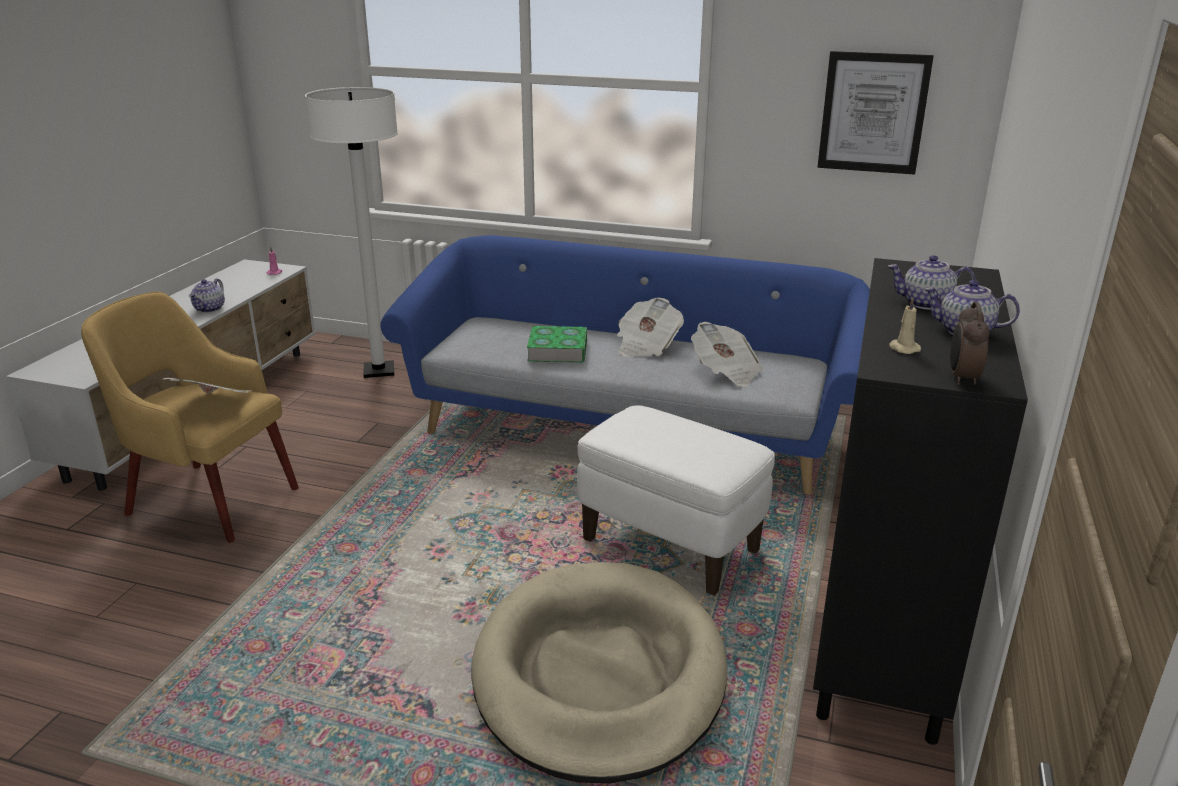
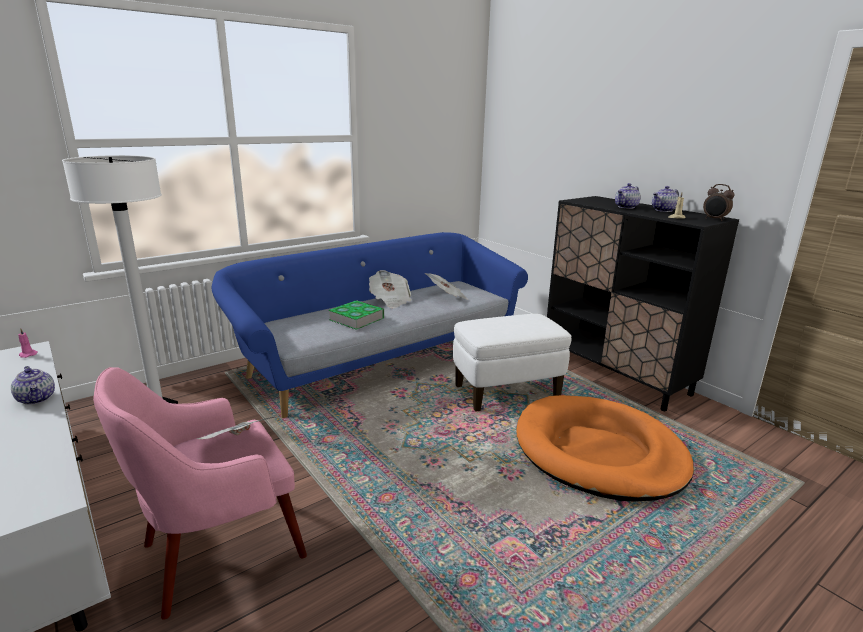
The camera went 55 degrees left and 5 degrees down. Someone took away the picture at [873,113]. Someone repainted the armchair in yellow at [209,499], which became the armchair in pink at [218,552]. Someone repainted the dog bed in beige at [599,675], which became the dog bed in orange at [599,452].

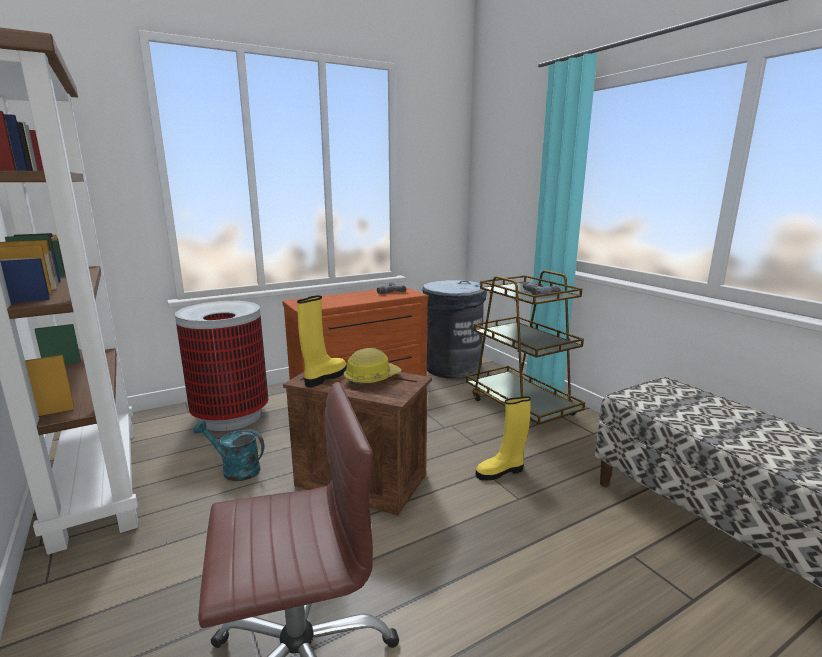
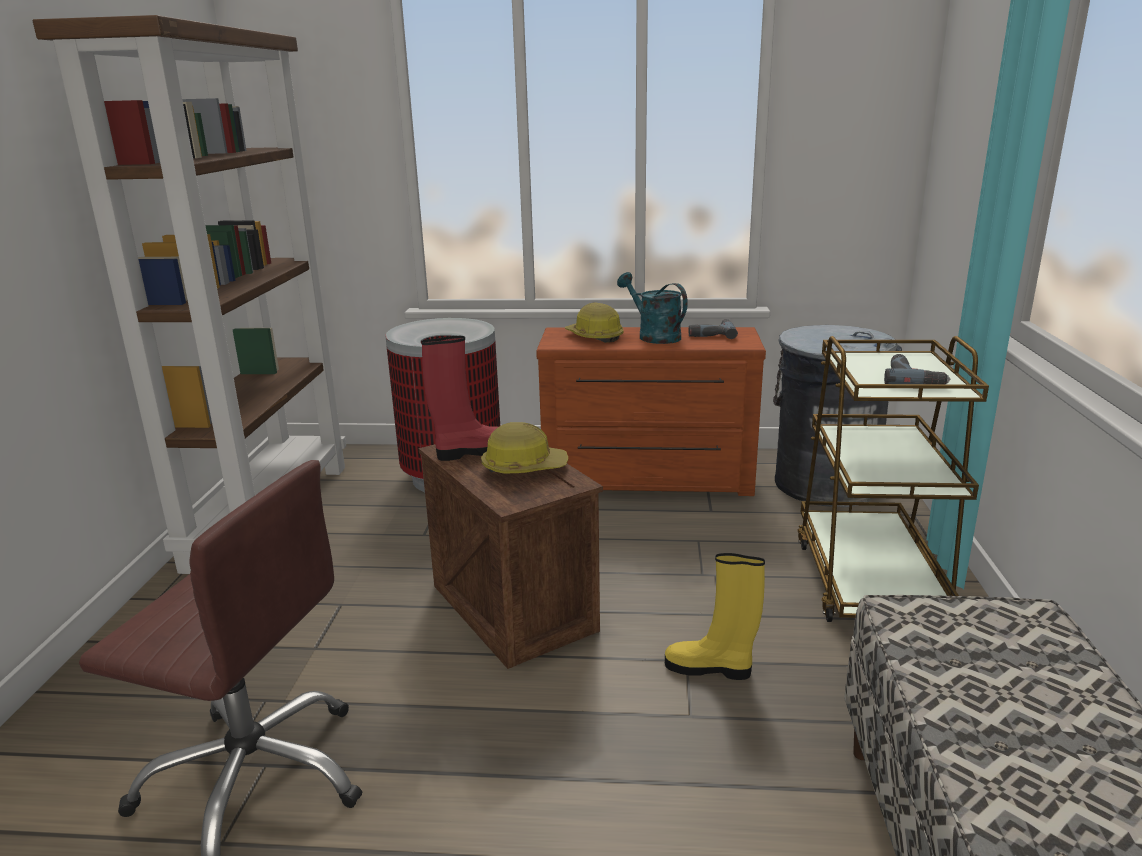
The camera went 35 degrees right and 5 degrees up. Someone put down the hard hat at [594,337]. Someone carried the watering can in turquoise from [235,470] to [653,336]. Someone repainted the boot in yellow at [324,377], which became the boot in red at [472,452].

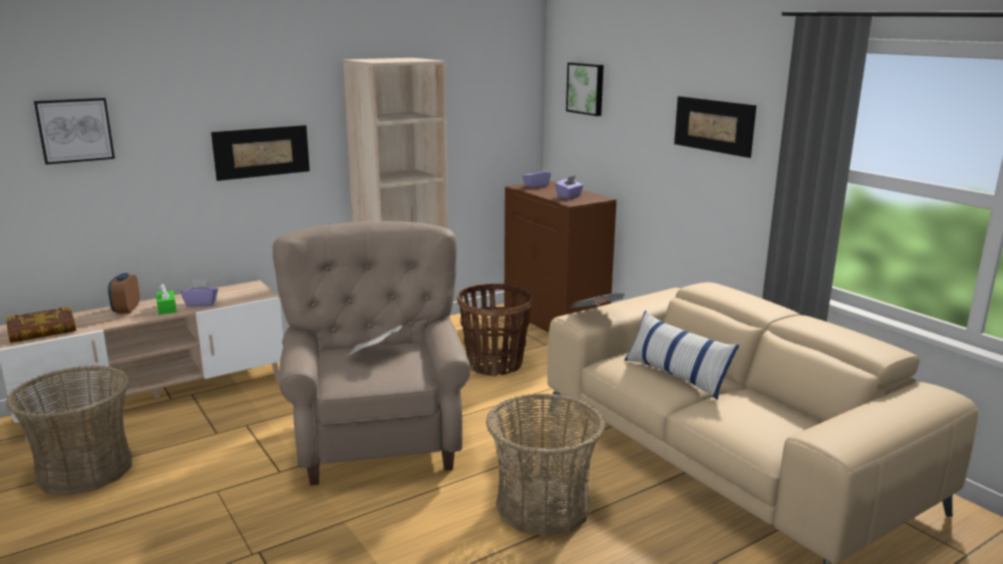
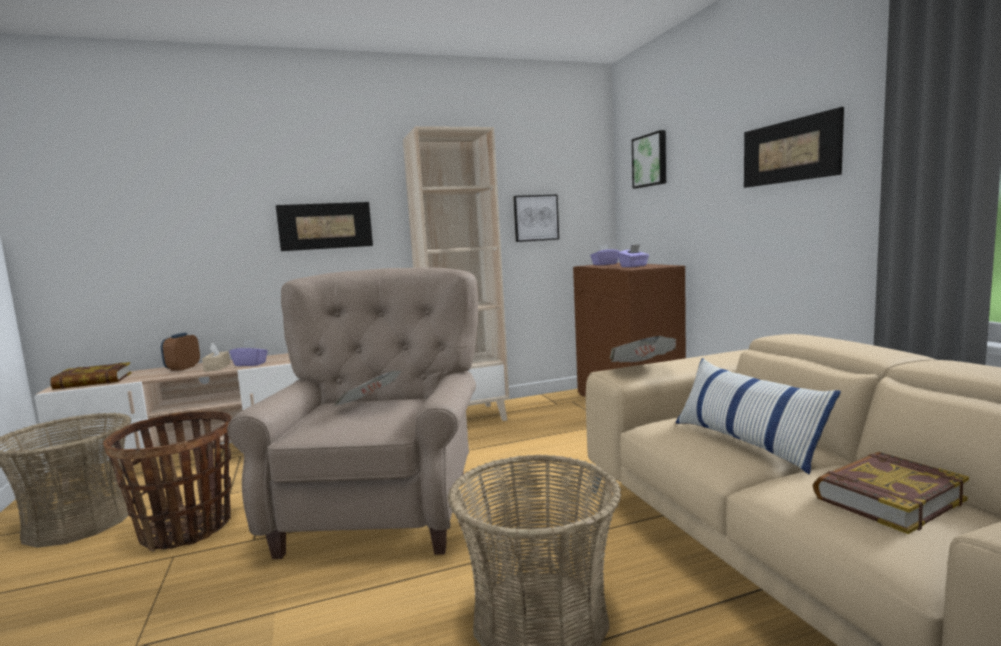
The camera went 15 degrees right and 10 degrees down. Someone put down the book at [887,498]. Someone carried the picture from [75,130] to [535,218]. Someone carried the basket from [495,364] to [186,529]. Someone repainted the tissue box in green at [167,308], which became the tissue box in beige at [217,367].

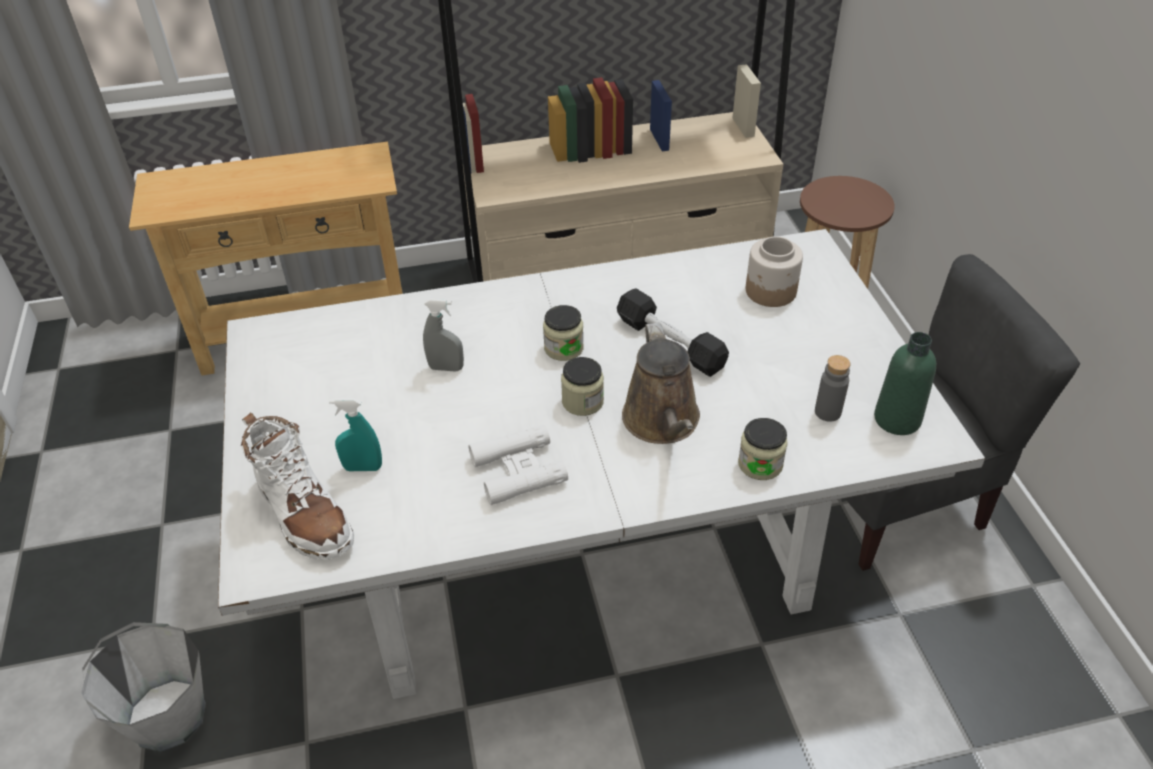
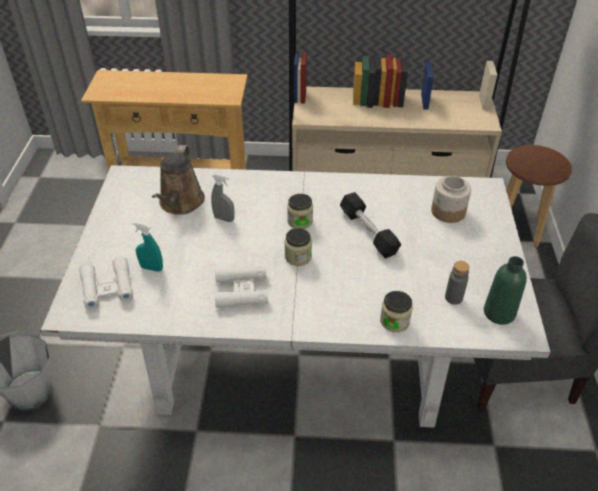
The camera went 15 degrees right and 0 degrees up. Someone carried the watering can in brown from [663,422] to [180,203]. Someone swapped the boot in white at [304,514] for the binoculars in white at [107,288].

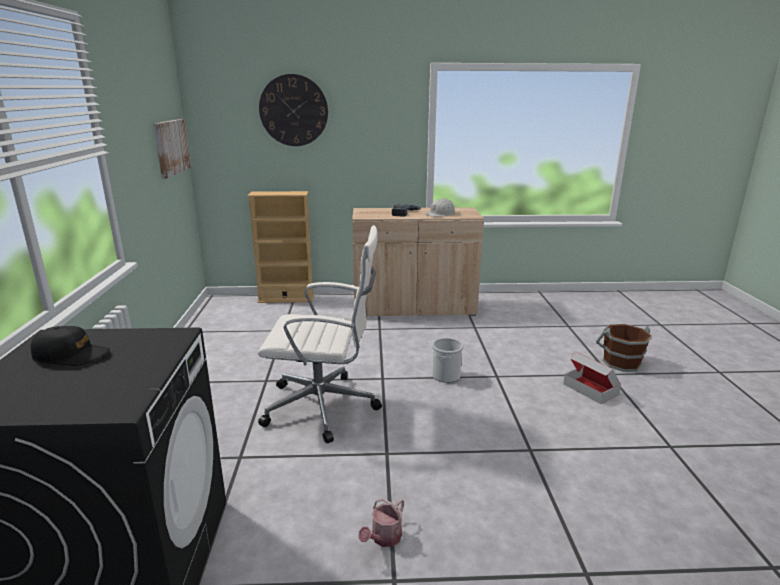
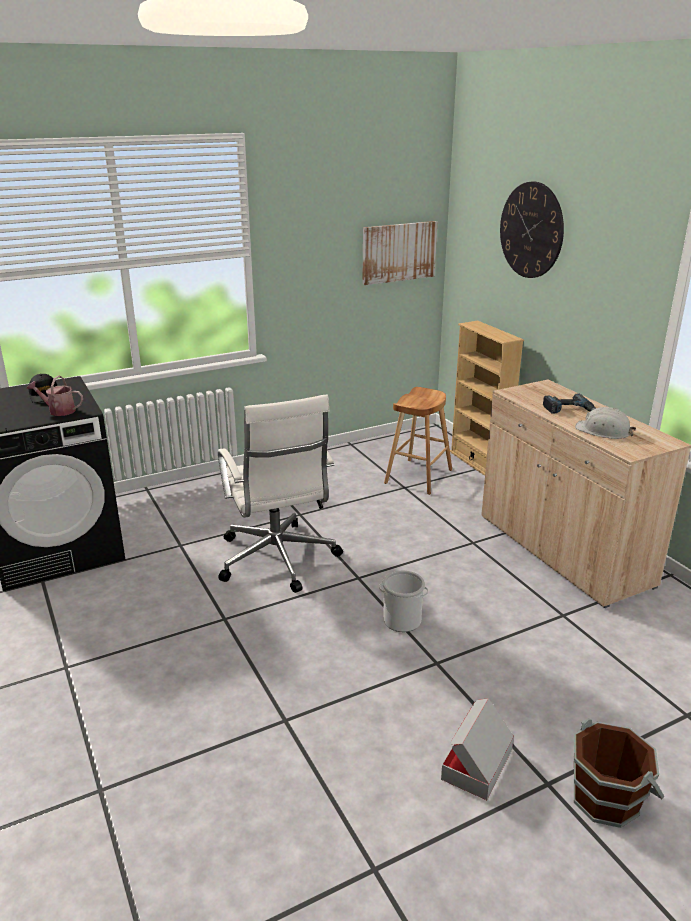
The camera went 65 degrees right and 5 degrees up. Someone put down the stool in brown at [418,476]. Someone carried the watering can from [384,538] to [58,411].

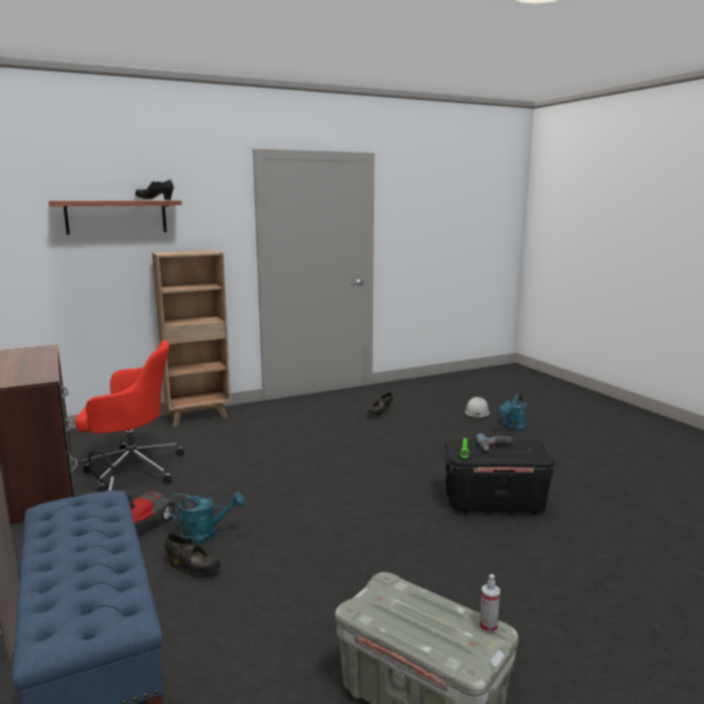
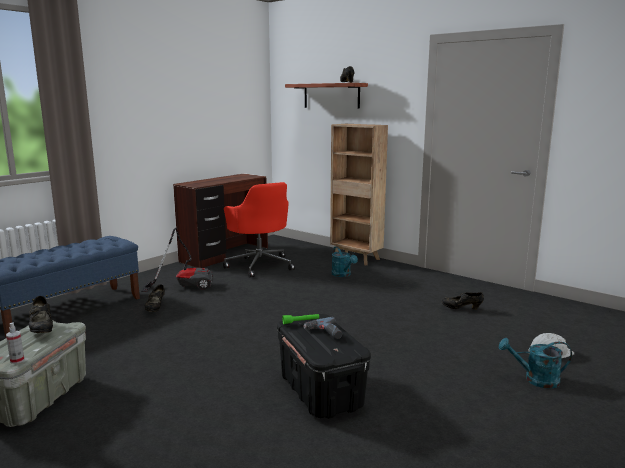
The camera went 65 degrees right and 0 degrees up. Someone put down the shoe in black at [42,329]. Someone carried the watering can in turquoise from [205,534] to [343,275].

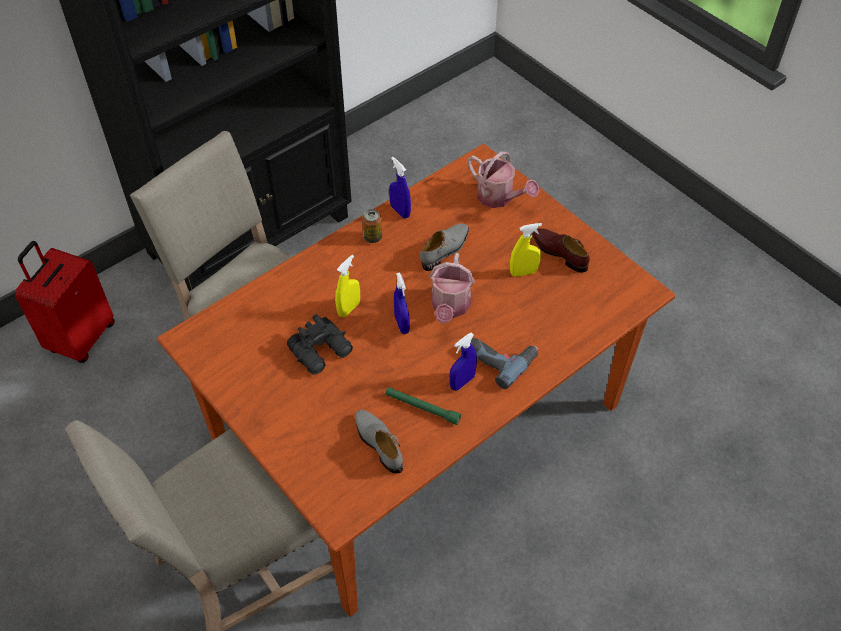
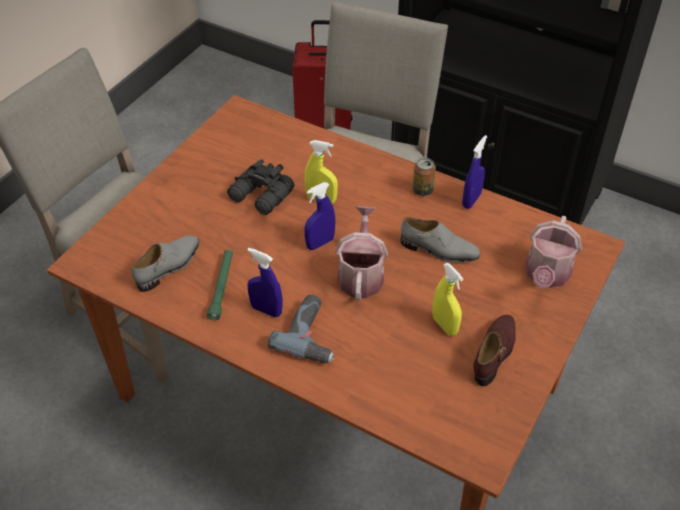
The camera went 70 degrees right and 5 degrees down. Someone rotated the watering can at [450,307] by 105 degrees clockwise.

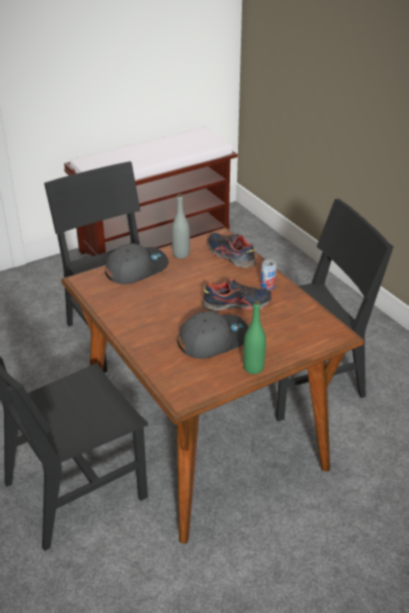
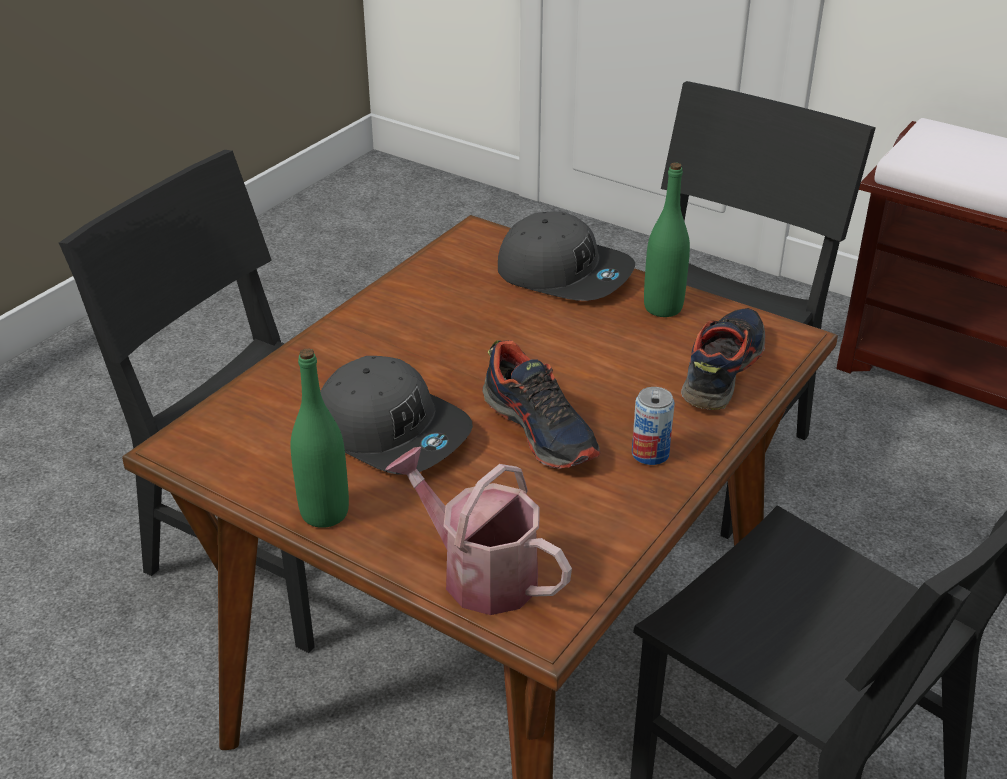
The camera went 65 degrees right and 0 degrees up. Someone put down the watering can at [479,572]. Someone repainted the bottle in grey at [181,254], which became the bottle in green at [663,308].

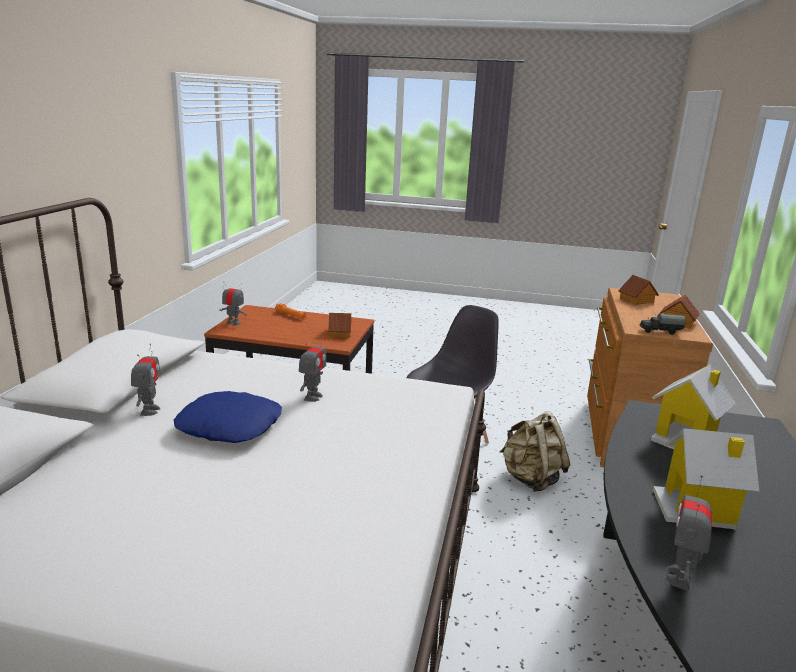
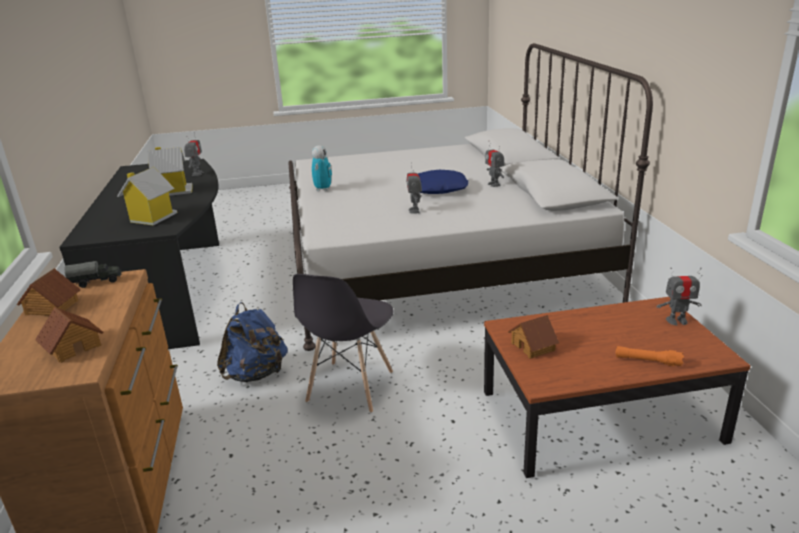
The camera went 160 degrees right and 5 degrees up. Someone put down the toy robot at [323,189]. Someone repainted the backpack in beige at [531,479], which became the backpack in blue at [256,374].

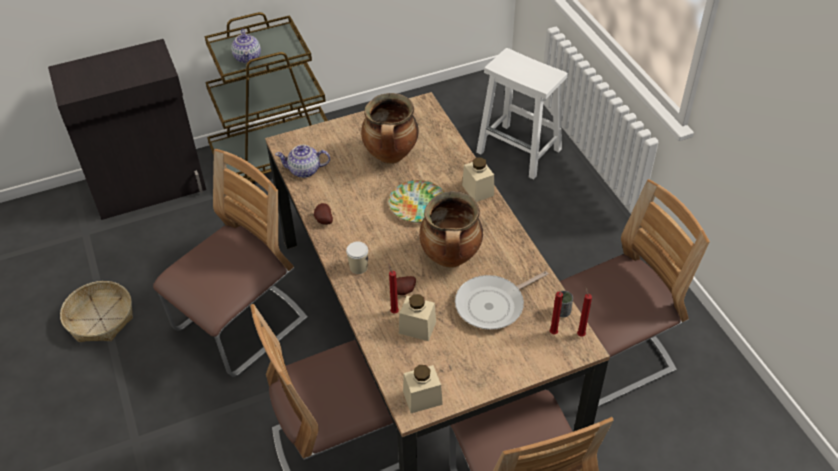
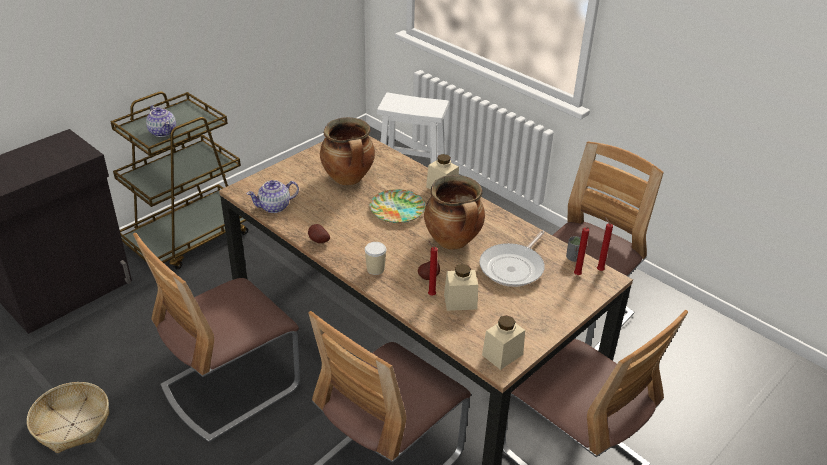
The camera went 25 degrees left and 10 degrees down. Someone rotated the chair at [241,326] by 150 degrees counterclockwise.

